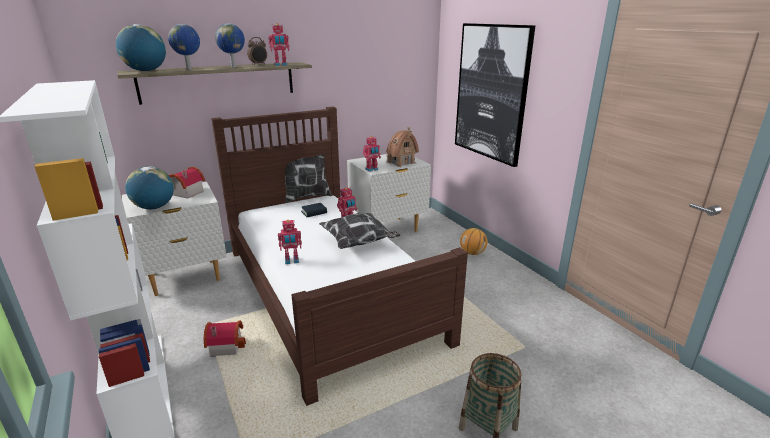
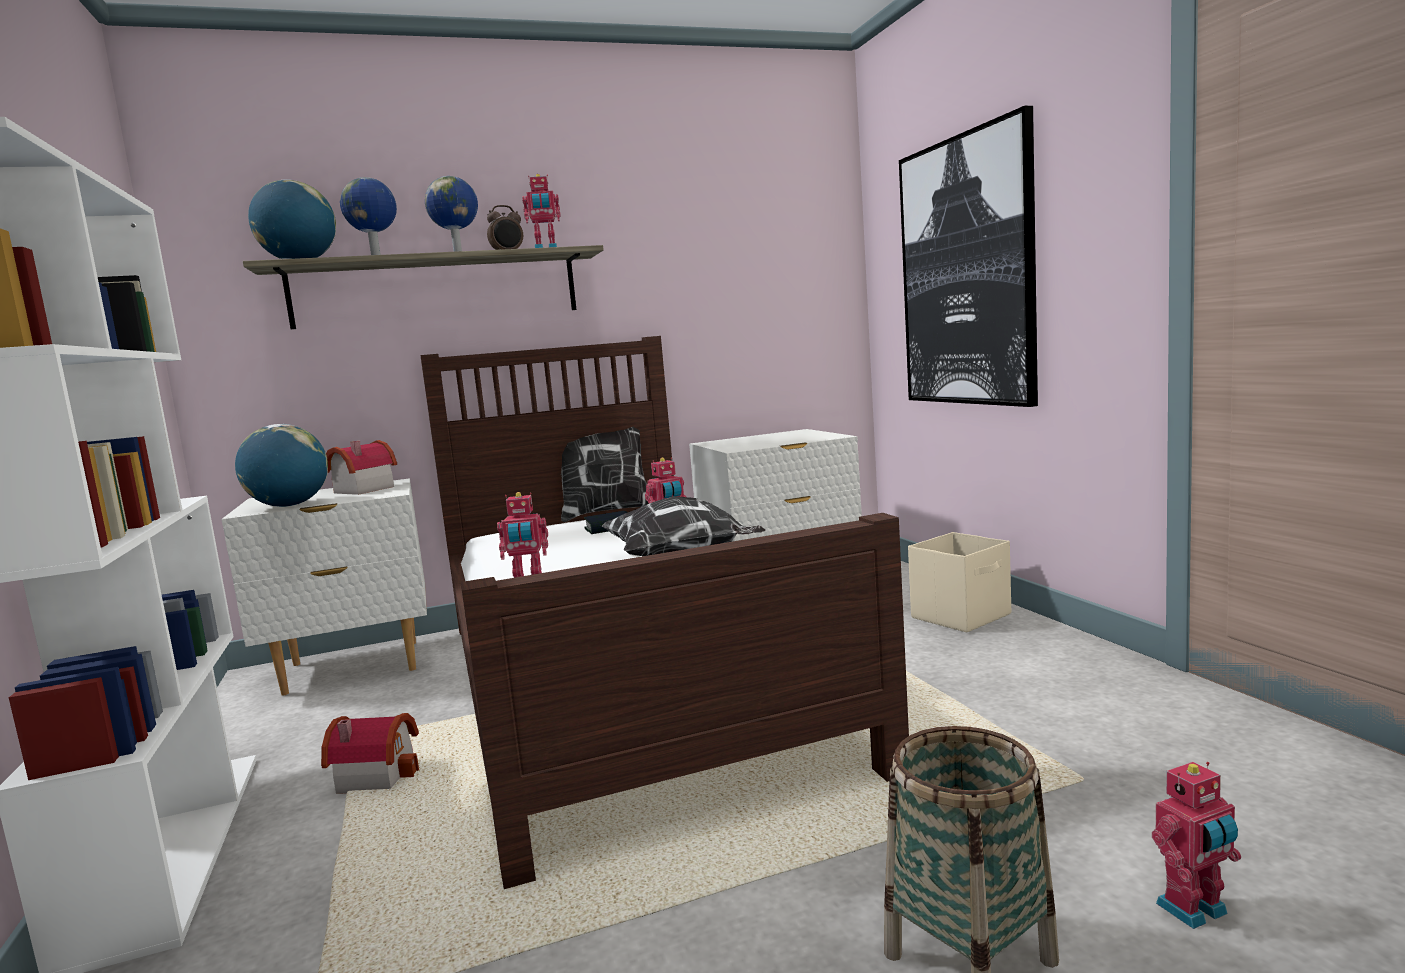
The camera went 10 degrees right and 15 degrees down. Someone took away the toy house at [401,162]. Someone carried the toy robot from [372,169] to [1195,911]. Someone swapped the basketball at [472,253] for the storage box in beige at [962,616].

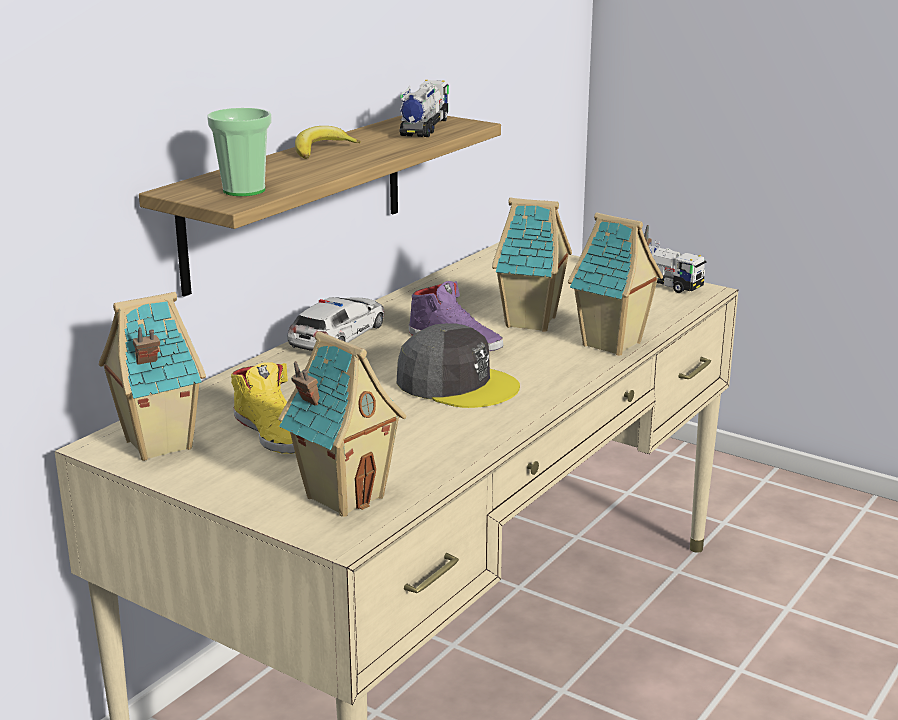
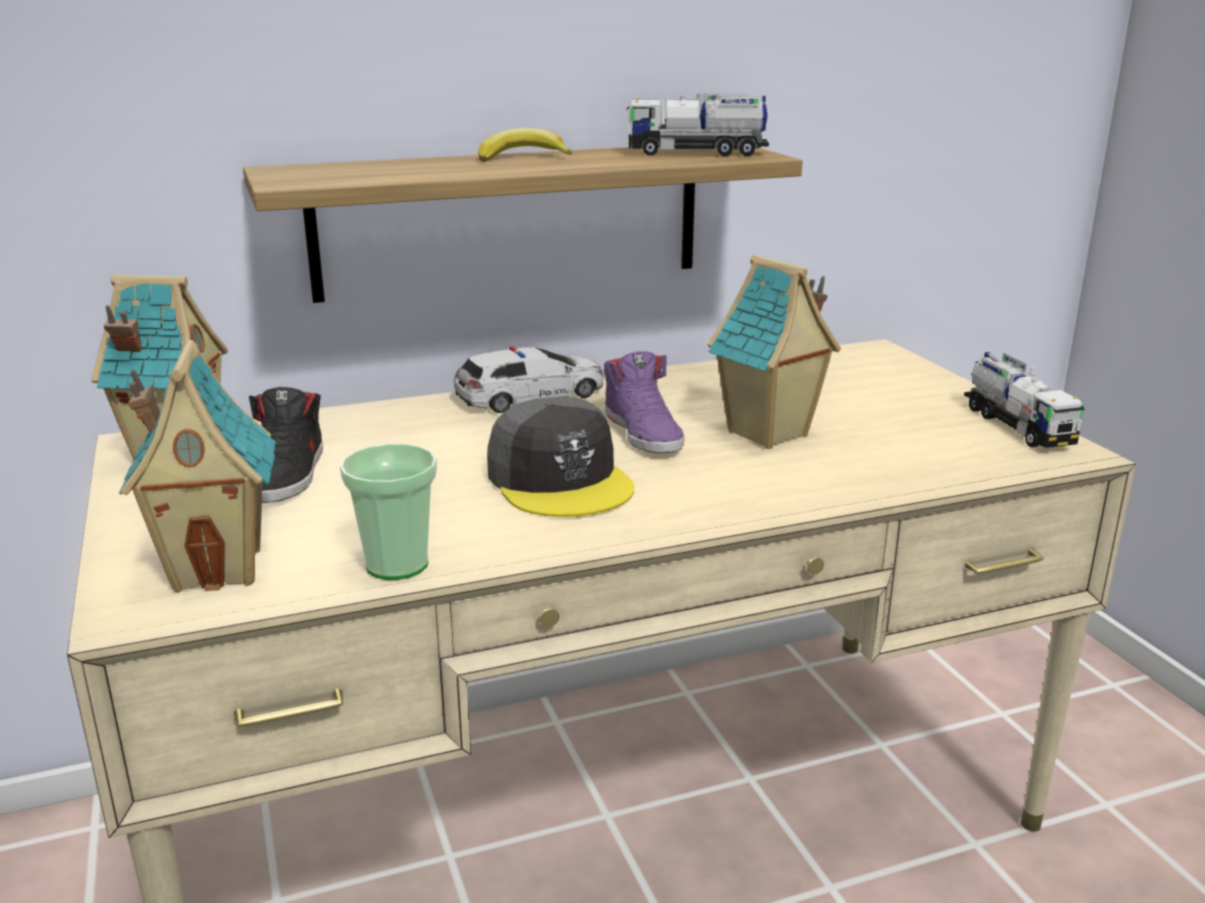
The camera went 35 degrees right and 0 degrees up. Someone took away the toy house at [613,345]. Someone carried the cup from [244,190] to [397,565]. Someone repainted the shoe in yellow at [273,433], which became the shoe in black at [288,475]. Someone rotated the toy truck at [424,127] by 135 degrees counterclockwise.

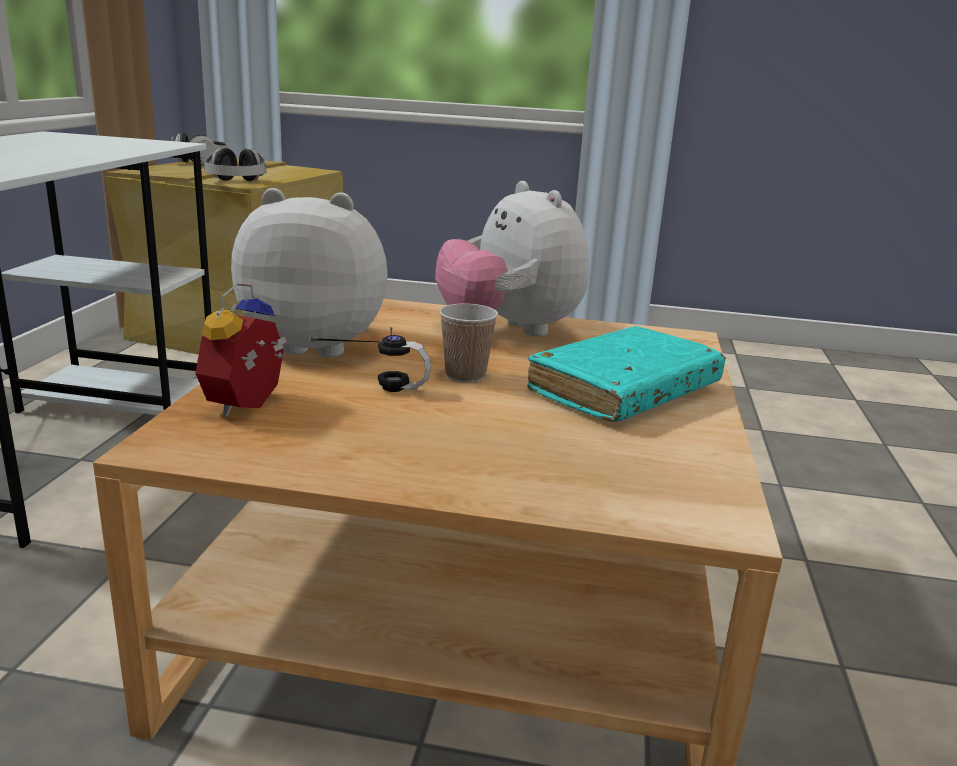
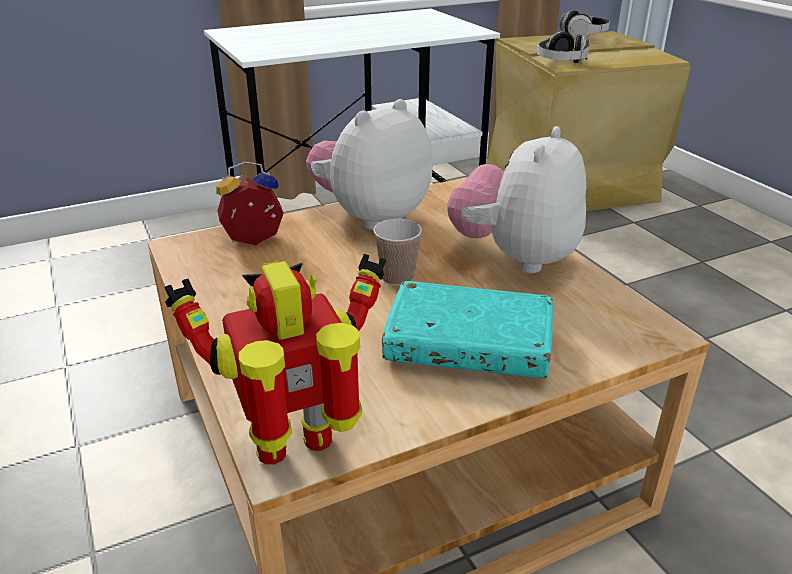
The camera went 55 degrees right and 10 degrees up. Someone took away the headphones at [375,382]. Someone put down the toy robot at [299,449]. Someone rotated the plush toy at [318,344] by 105 degrees counterclockwise.

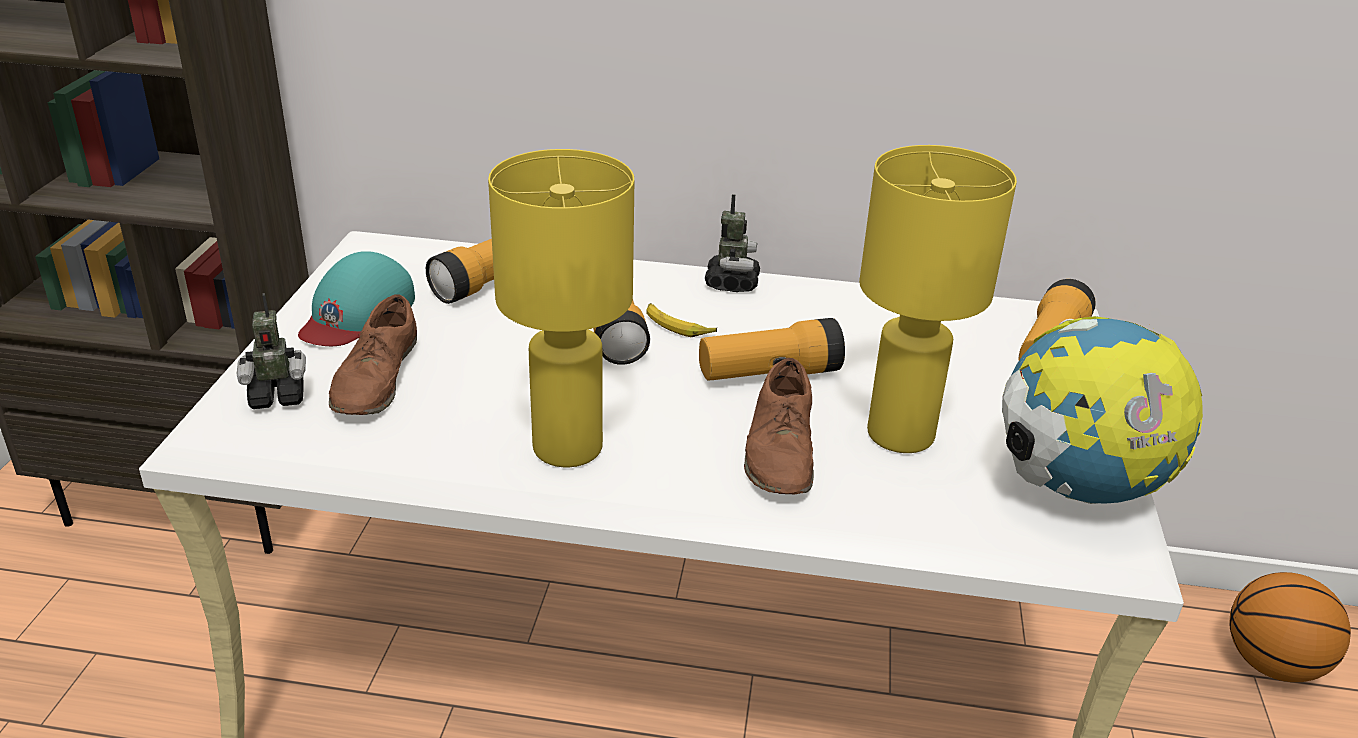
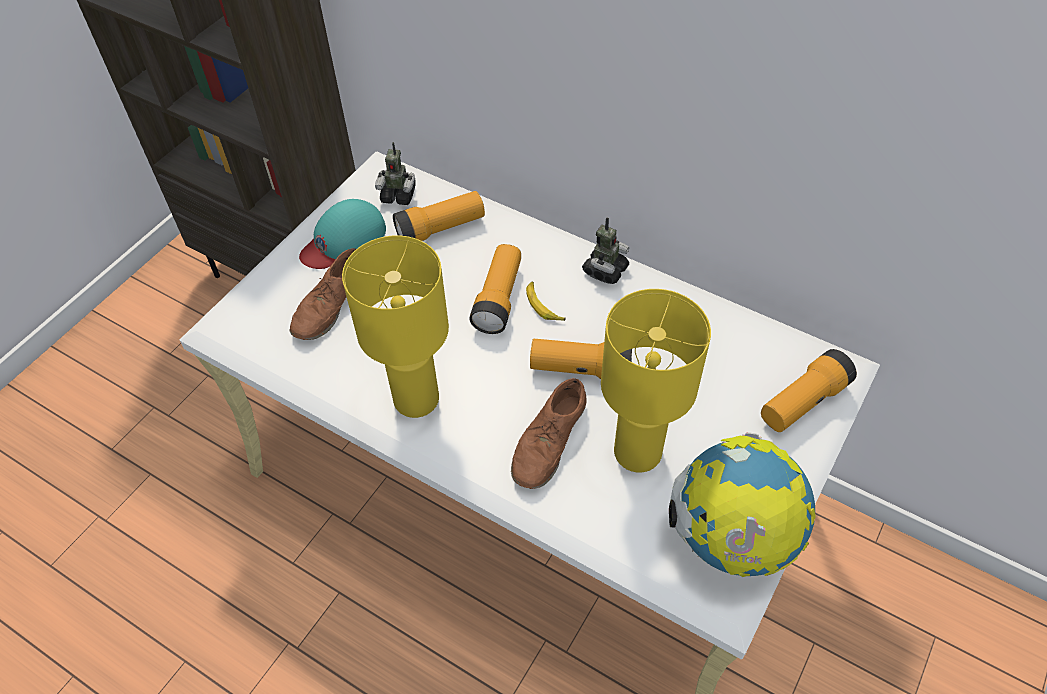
The camera went 25 degrees right and 20 degrees up. Someone took away the basketball at [1272,665]. Someone carried the toy robot from [277,395] to [398,195].

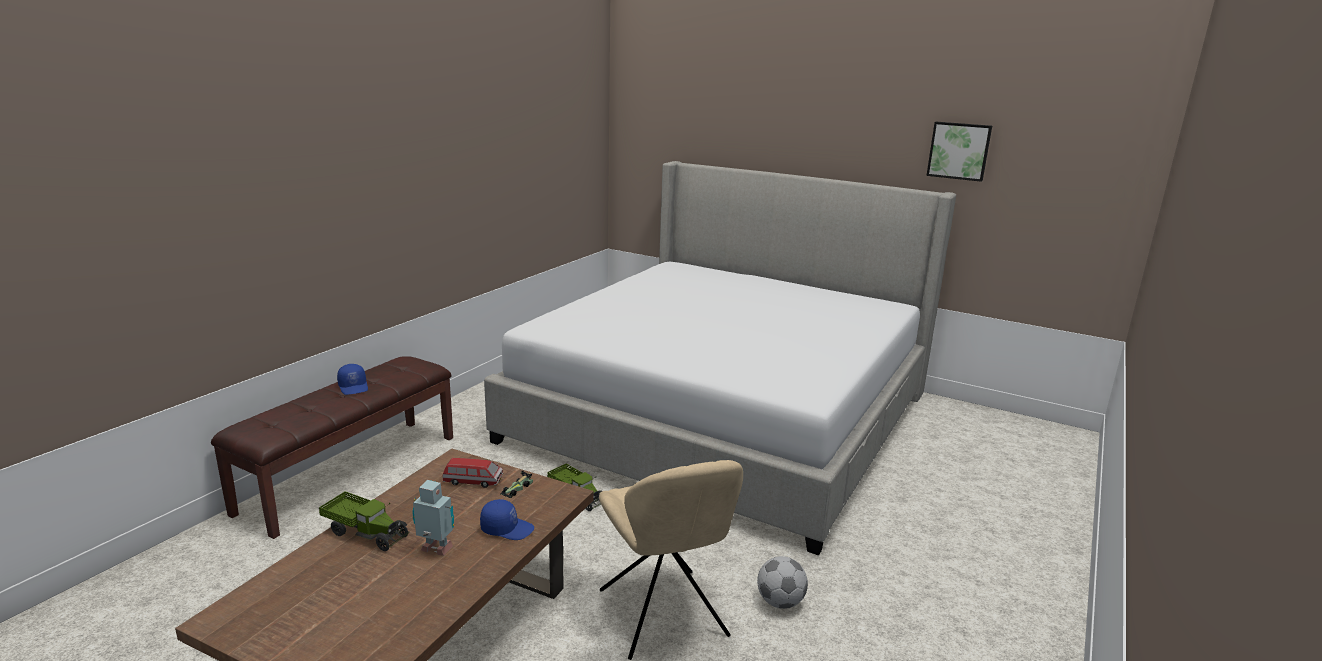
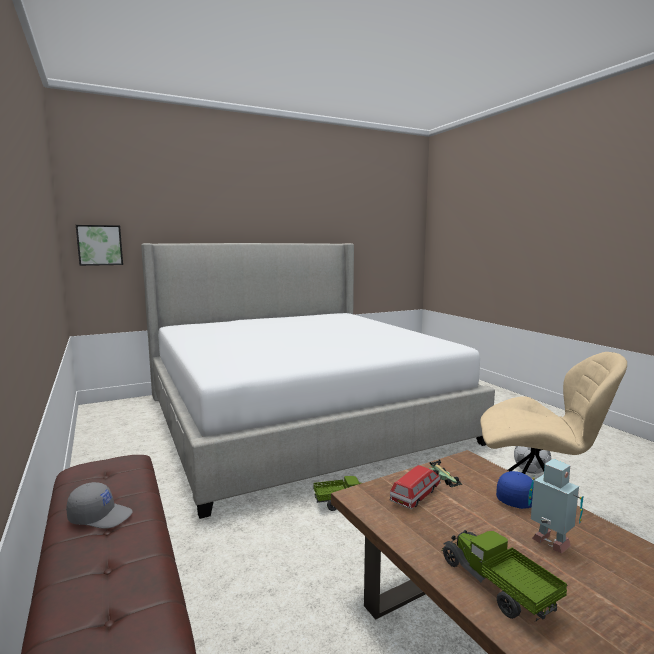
The camera went 55 degrees left and 10 degrees down. Someone carried the picture from [959,151] to [100,245]. Someone repainted the cap in blue at [354,387], which became the cap in grey at [101,516]. Someone rotated the toy truck at [366,533] by 90 degrees counterclockwise. Someone rotated the toy robot at [436,550] by 90 degrees clockwise.

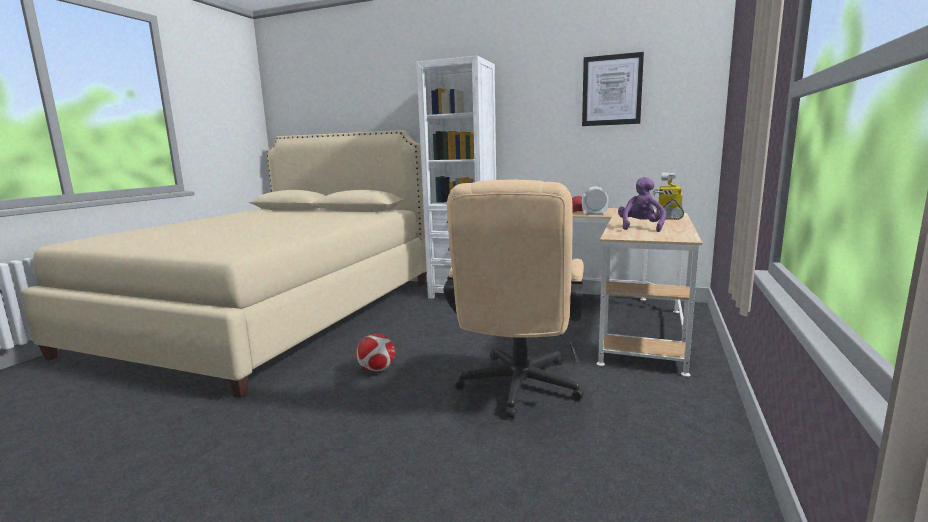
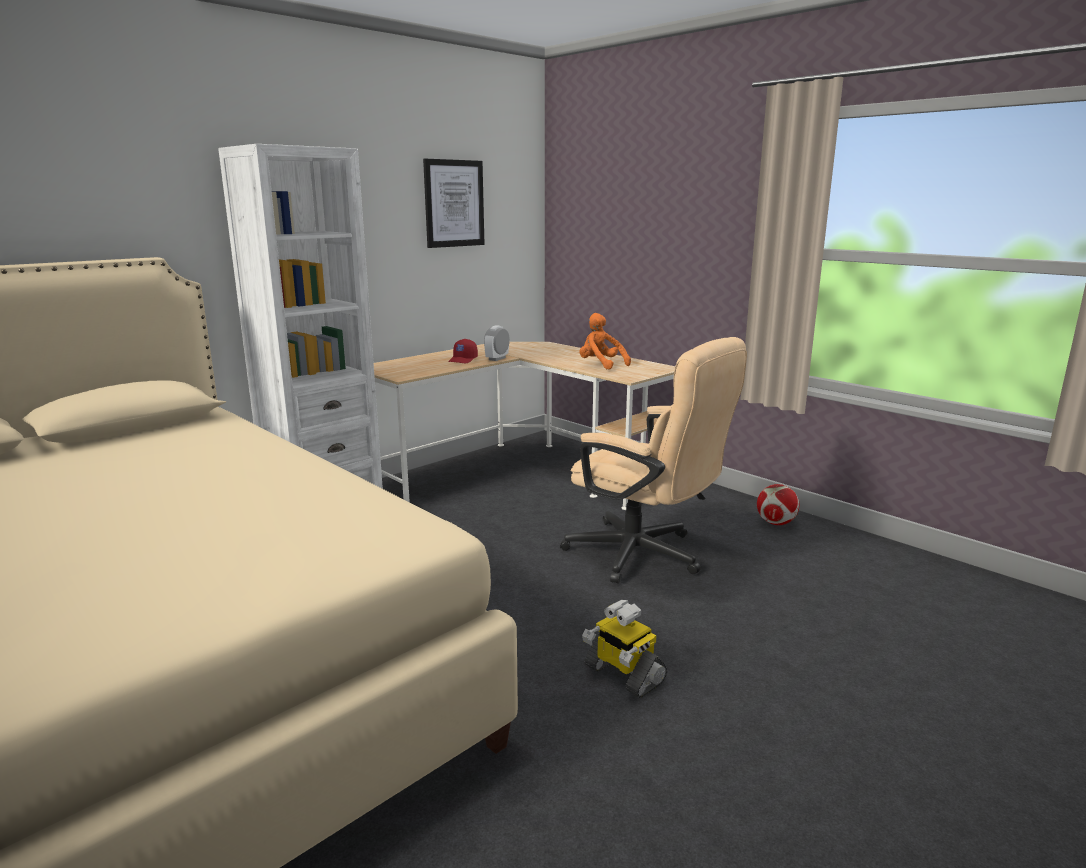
The camera went 65 degrees left and 5 degrees up. Someone carried the football from [377,370] to [776,523]. Someone carried the toy robot from [668,216] to [623,674]. Someone repainted the plush toy in purple at [640,228], which became the plush toy in orange at [601,365].

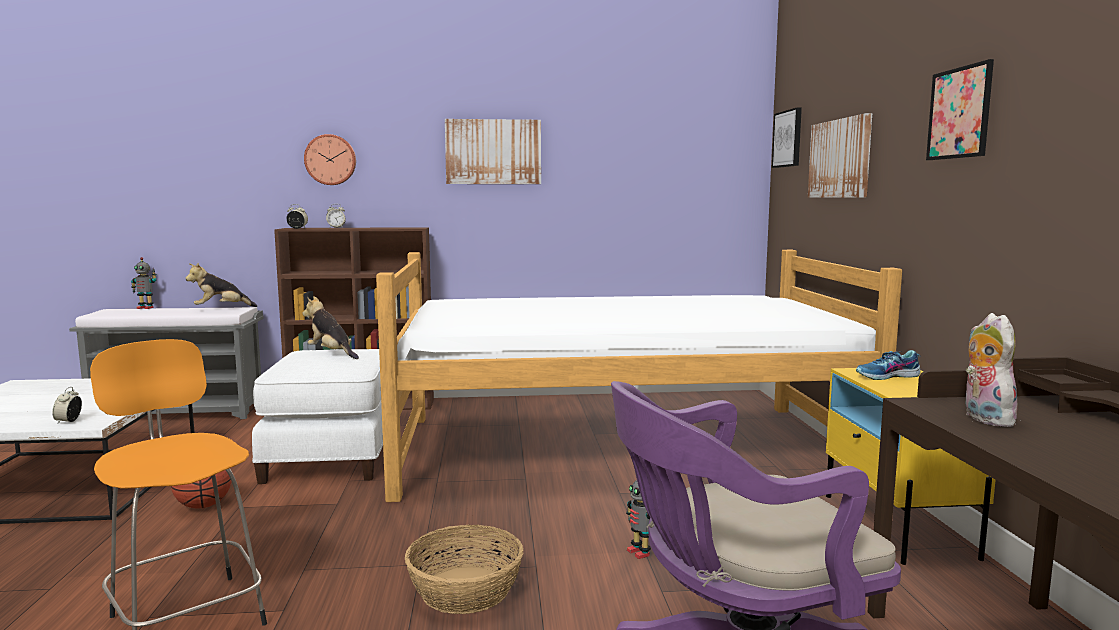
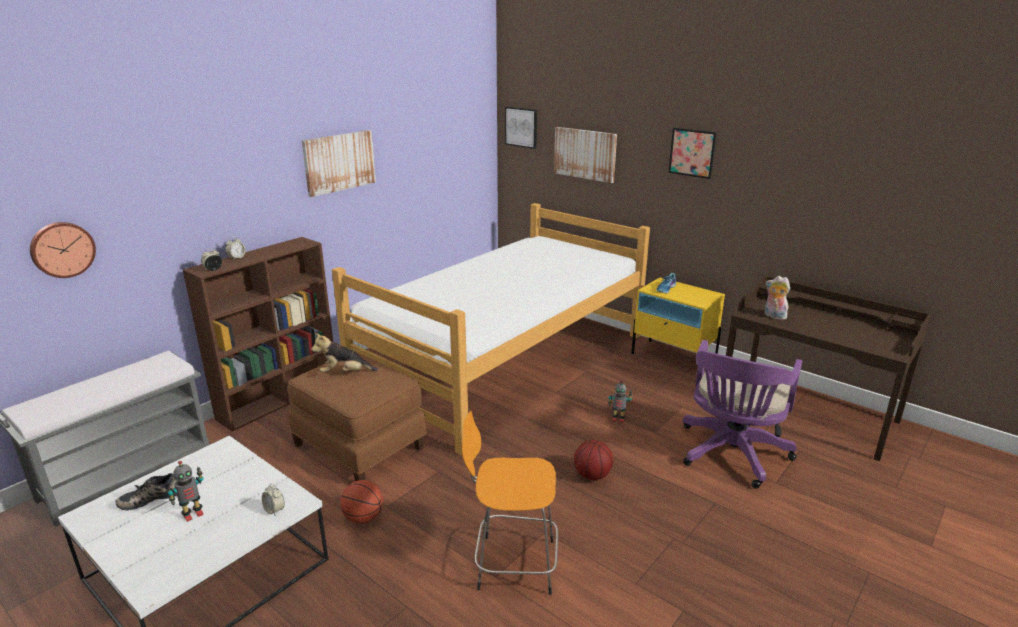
The camera went 45 degrees left and 15 degrees up. Someone took away the plush toy at [221,309]. Someone put down the shoe at [151,497]. Someone carried the toy robot from [145,308] to [193,514]. Someone carried the wall clock from [330,160] to [62,249]. Someone swapped the basket at [465,589] for the basketball at [592,475]. Someone repainted the ottoman in white at [334,456], which became the ottoman in brown at [360,445].

